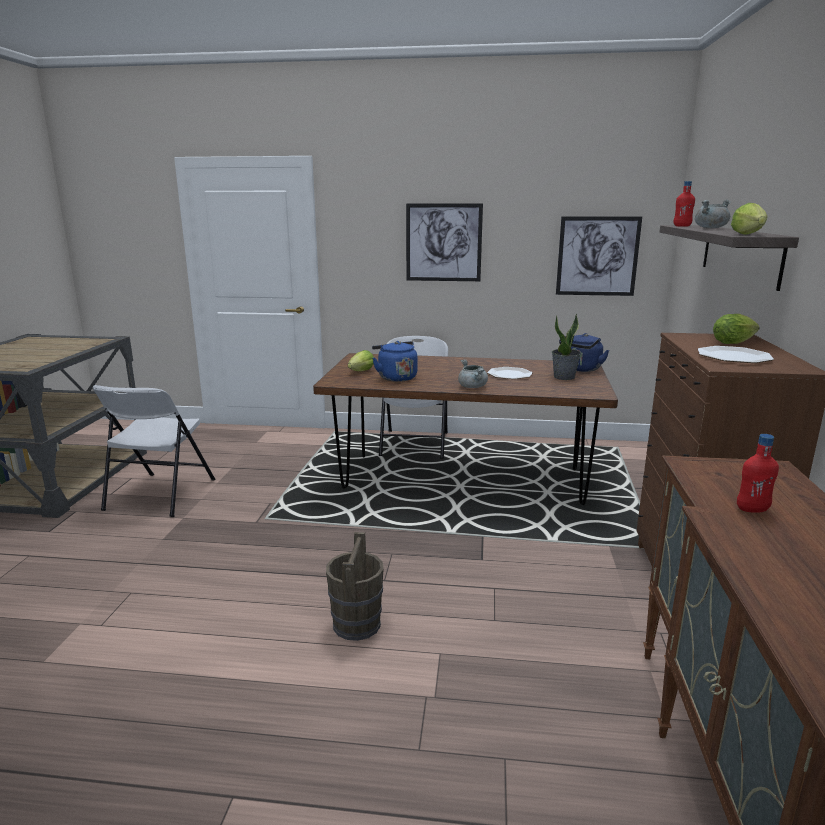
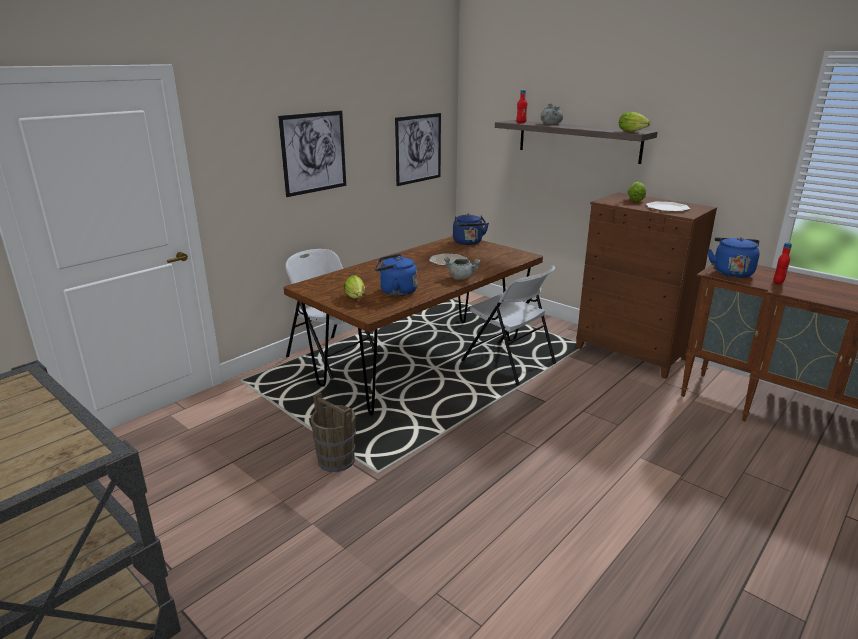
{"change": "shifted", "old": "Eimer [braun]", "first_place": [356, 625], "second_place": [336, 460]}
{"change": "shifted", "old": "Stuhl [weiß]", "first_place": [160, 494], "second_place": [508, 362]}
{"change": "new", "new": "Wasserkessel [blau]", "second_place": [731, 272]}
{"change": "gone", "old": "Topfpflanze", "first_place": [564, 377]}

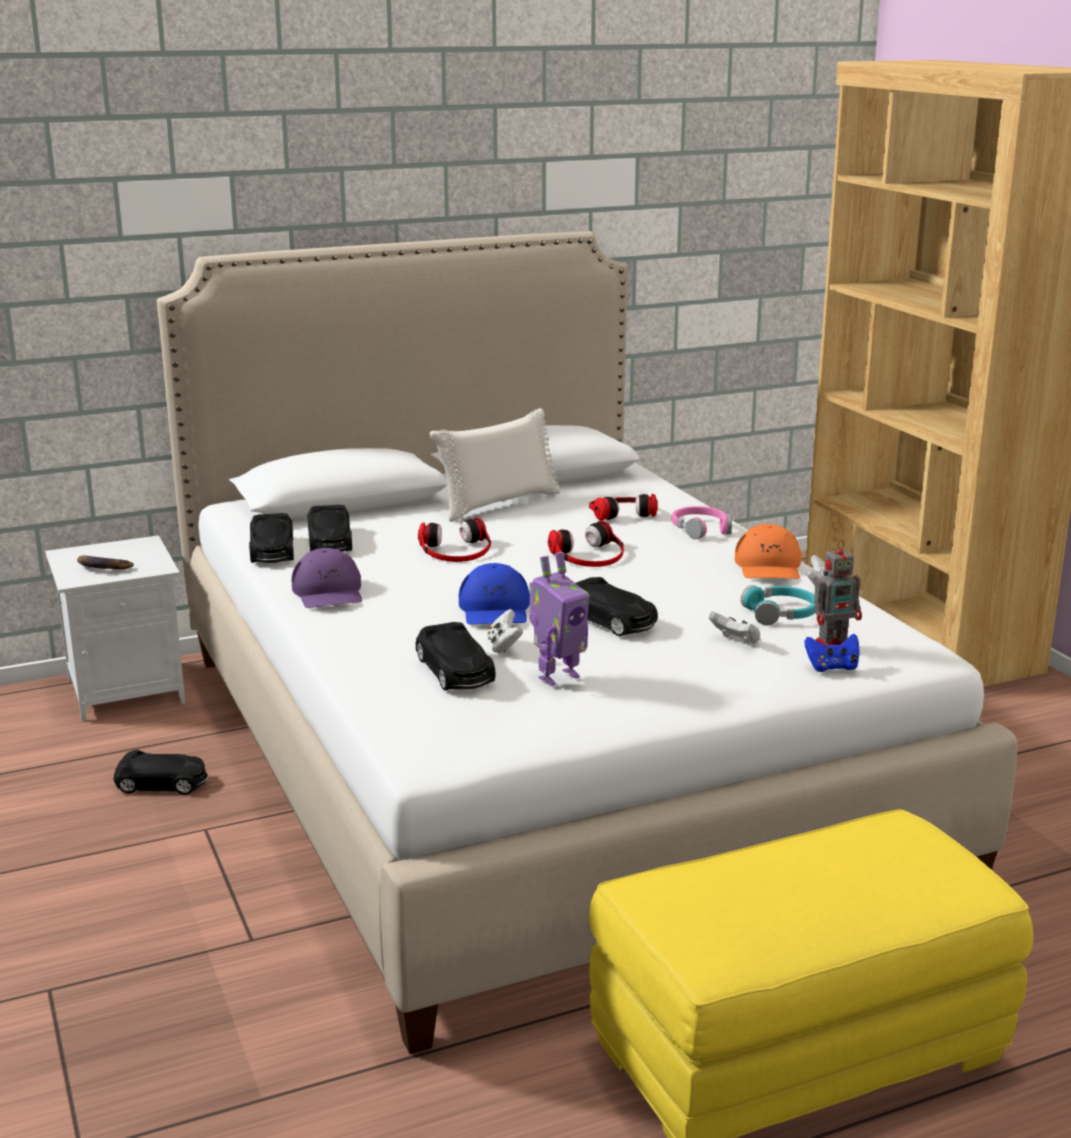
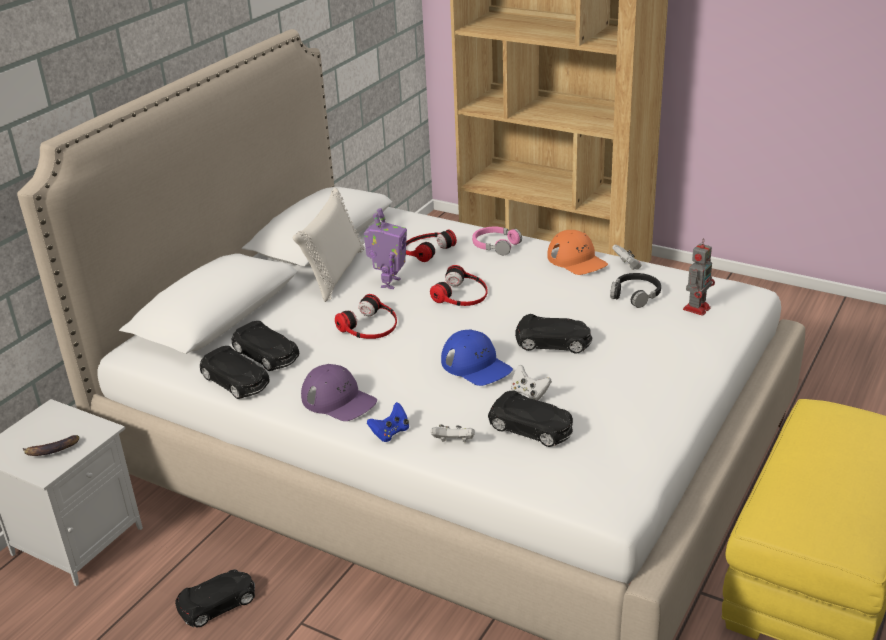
{"change": "shifted", "old": "Spielzeugroboter", "first_place": [557, 676], "second_place": [389, 283]}
{"change": "shifted", "old": "Gamepad [blau]", "first_place": [832, 667], "second_place": [390, 433]}
{"change": "shifted", "old": "Gamepad [weiß]", "first_place": [736, 641], "second_place": [453, 442]}
{"change": "repainted", "old": "Kopfhörer [türkis]", "new": "Kopfhörer [schwarz]", "first_place": [781, 614], "second_place": [635, 295]}

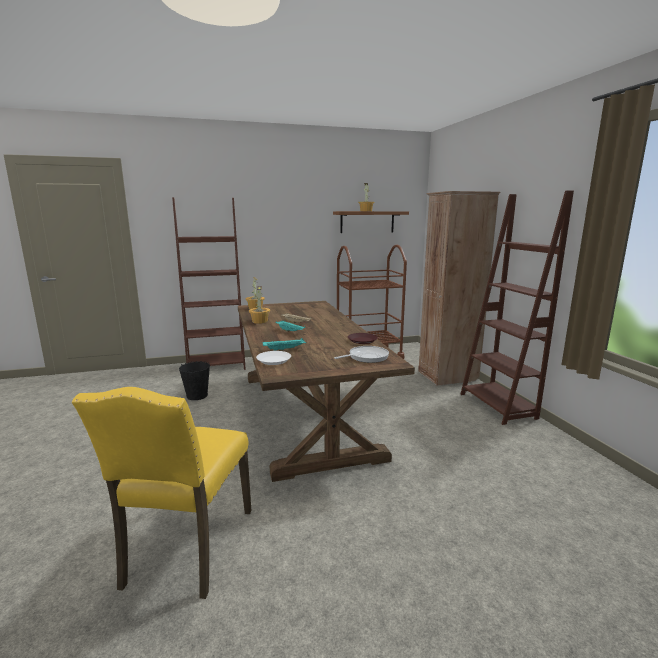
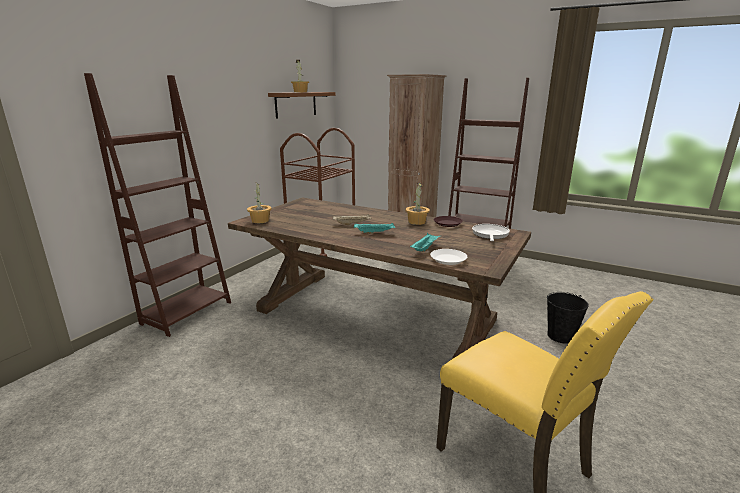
{"change": "shifted", "old": "Topfpflanze", "first_place": [260, 321], "second_place": [416, 222]}
{"change": "shifted", "old": "Eimer [schwarz]", "first_place": [197, 396], "second_place": [561, 336]}

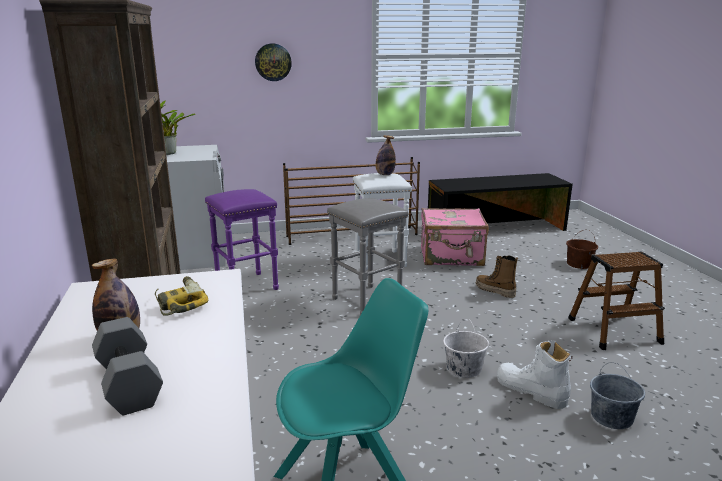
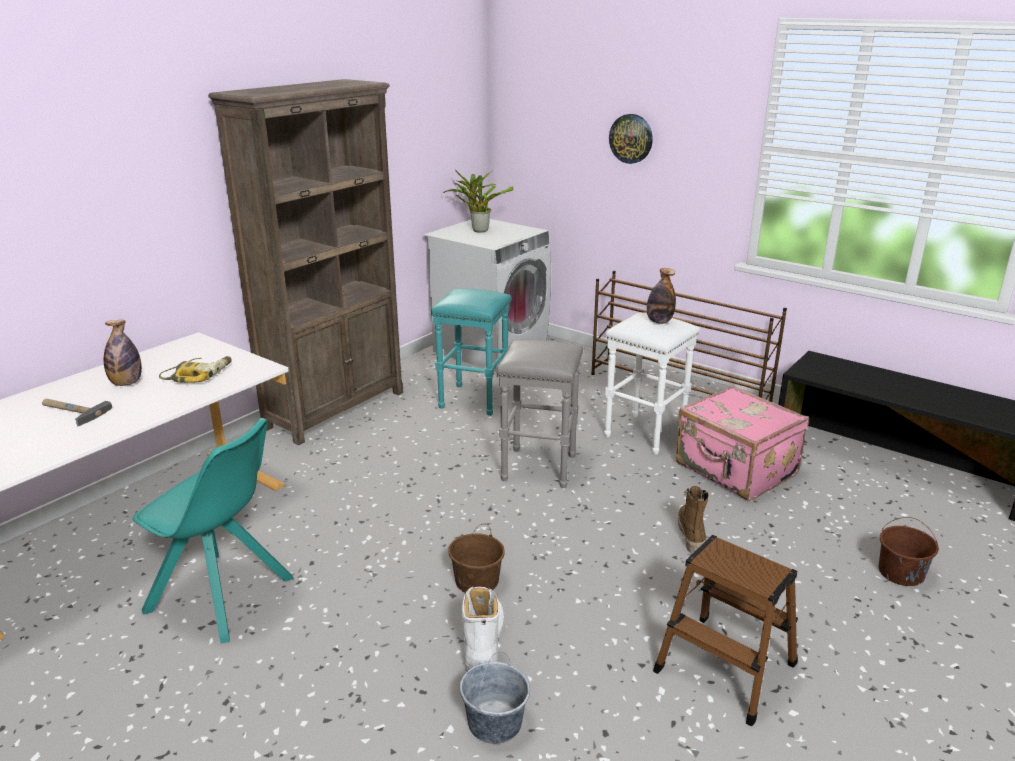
{"change": "swapped", "old": "Hantel [grau]", "new": "Hammer", "first_place": [131, 383], "second_place": [70, 412]}
{"change": "repainted", "old": "Hocker [lila]", "new": "Hocker [türkis]", "first_place": [247, 285], "second_place": [475, 399]}
{"change": "repainted", "old": "Eimer [weiß]", "new": "Eimer [braun]", "first_place": [464, 368], "second_place": [477, 581]}

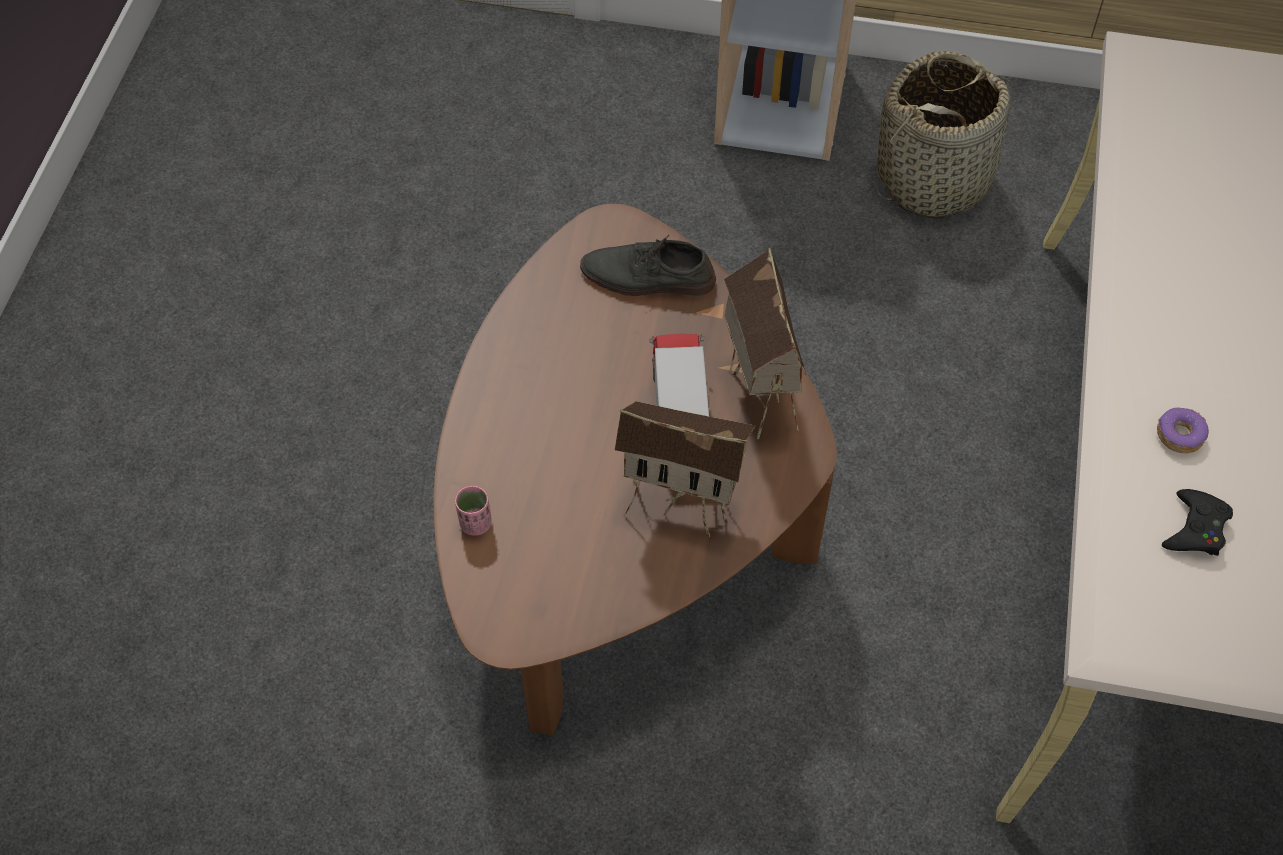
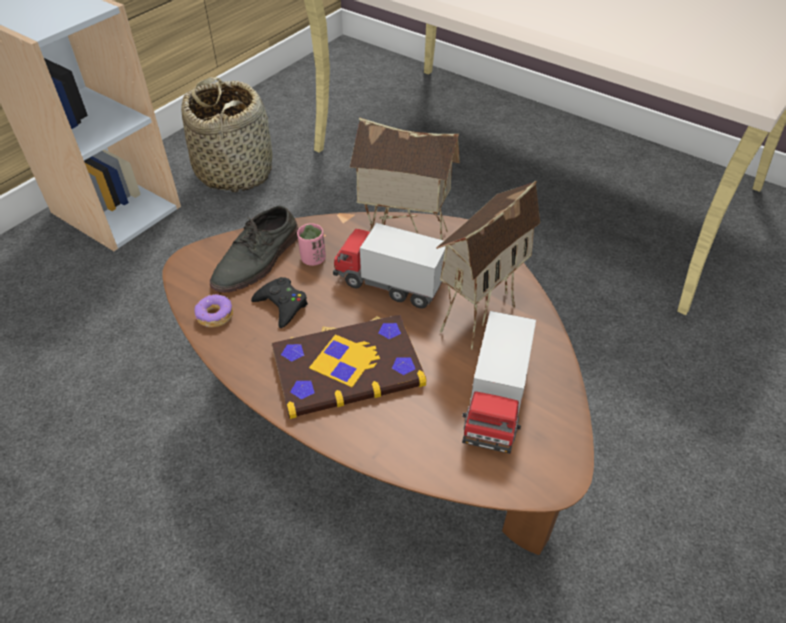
{"change": "shifted", "old": "Donut", "first_place": [1179, 435], "second_place": [214, 316]}
{"change": "shifted", "old": "Gamepad [schwarz]", "first_place": [1195, 528], "second_place": [282, 305]}
{"change": "new", "new": "Buch", "second_place": [347, 366]}
{"change": "shifted", "old": "Tasse [rosa]", "first_place": [475, 523], "second_place": [313, 259]}
{"change": "new", "new": "Spielzeuglaster", "second_place": [495, 403]}

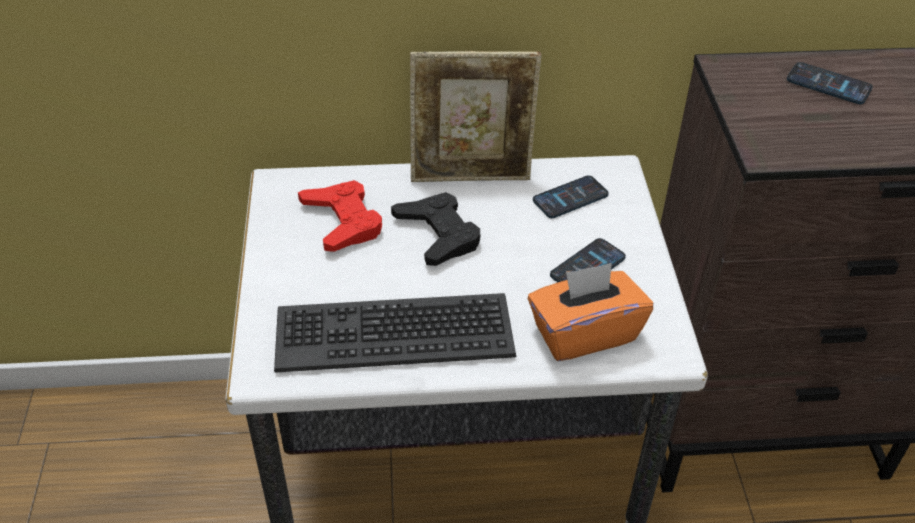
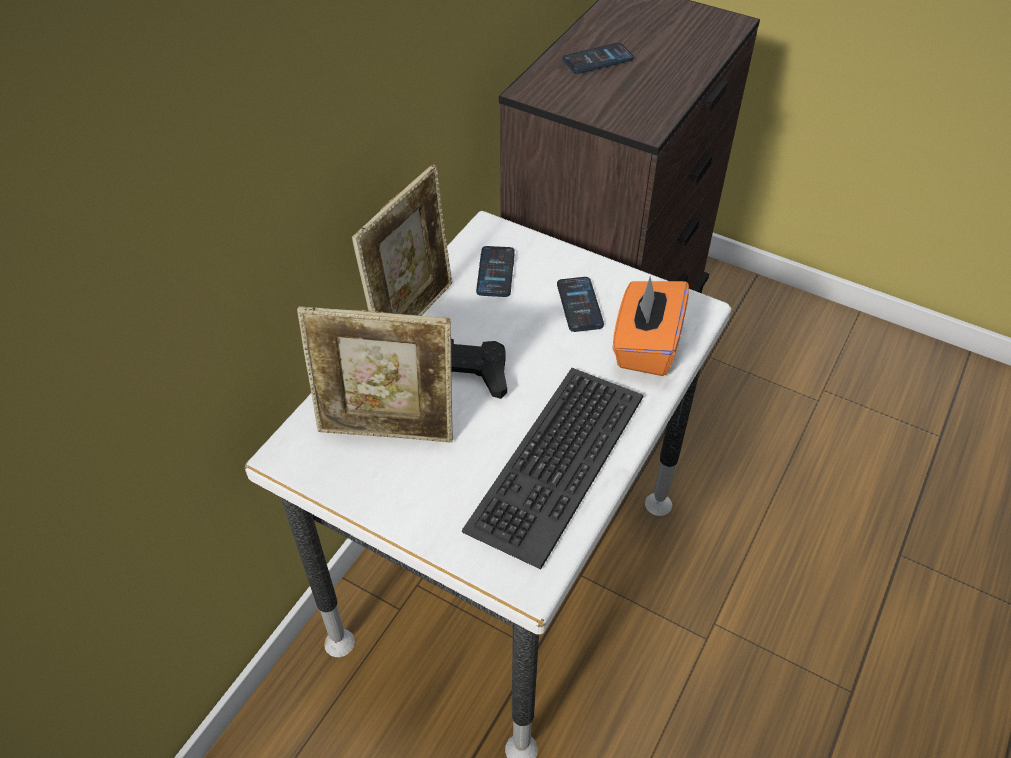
{"change": "swapped", "old": "Gamepad [rot]", "new": "Bilderrahmen", "first_place": [342, 221], "second_place": [388, 430]}

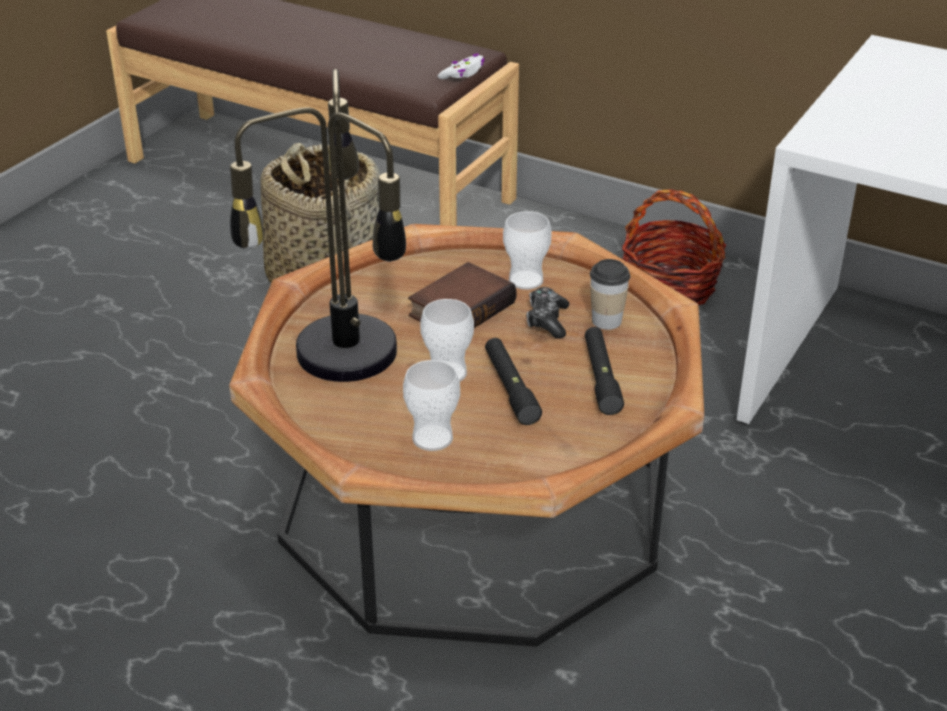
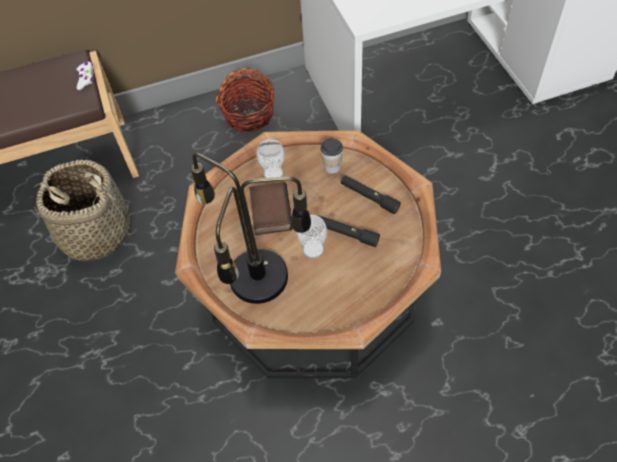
{"change": "gone", "old": "Tasse", "first_place": [432, 438]}
{"change": "gone", "old": "Gamepad", "first_place": [547, 321]}

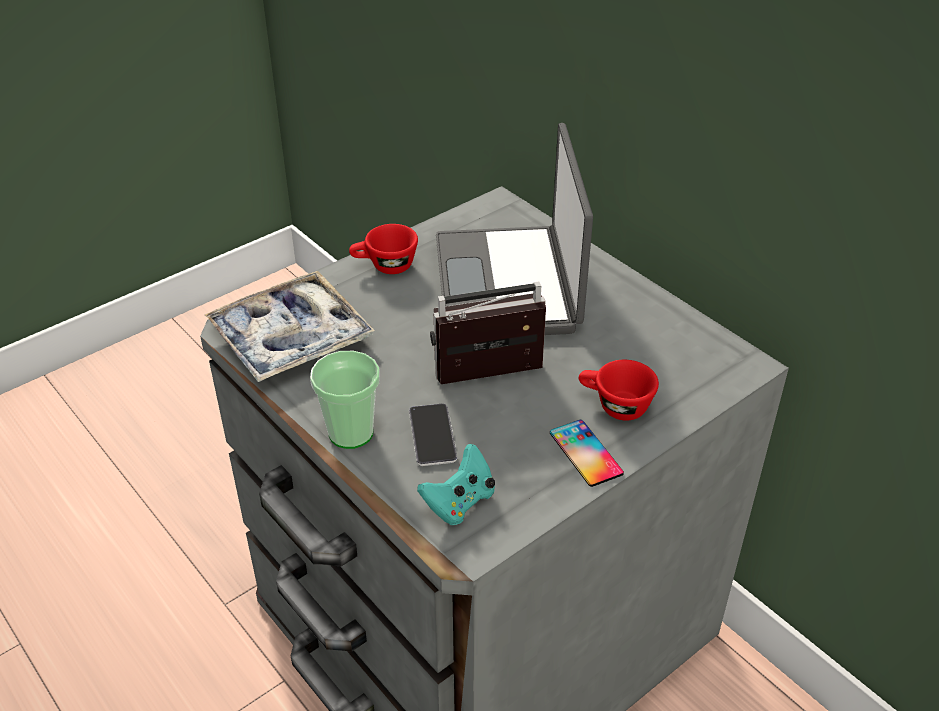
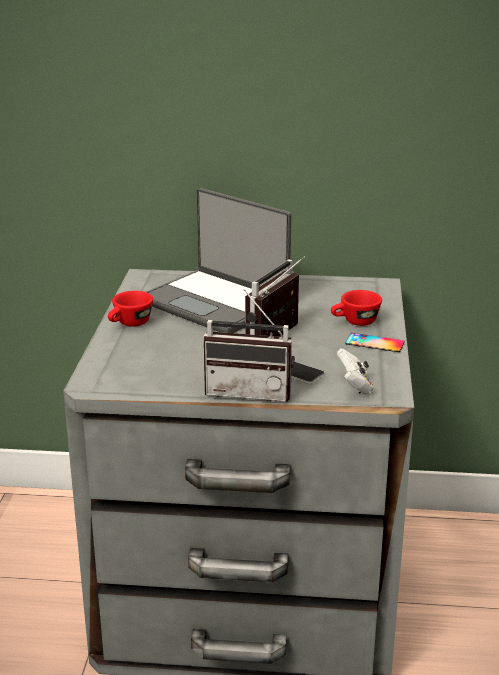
{"change": "swapped", "old": "Tasse", "new": "Radio", "first_place": [351, 433], "second_place": [250, 391]}
{"change": "repainted", "old": "Gamepad [türkis]", "new": "Gamepad [weiß]", "first_place": [459, 502], "second_place": [355, 386]}
{"change": "gone", "old": "Tablett", "first_place": [291, 338]}

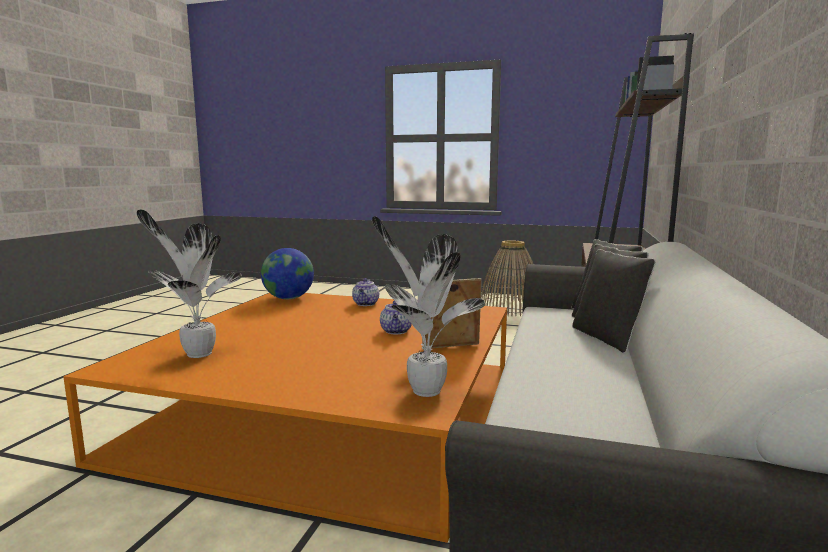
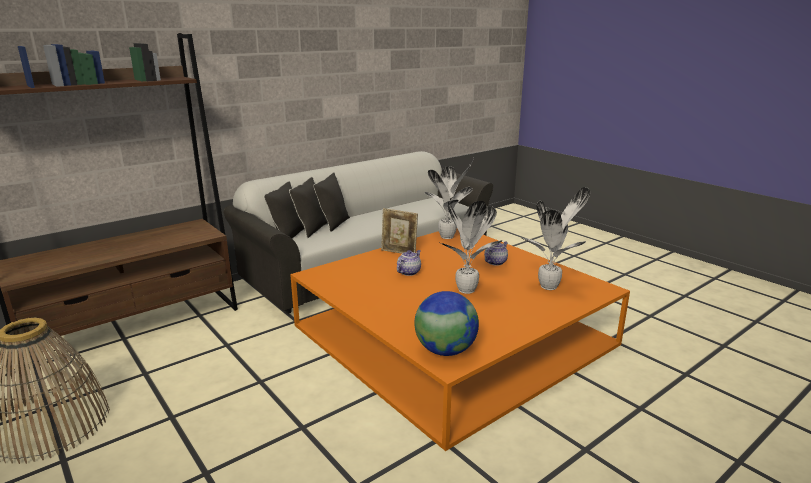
{"change": "new", "new": "Topfpflanze", "second_place": [466, 291]}
{"change": "shifted", "old": "Teekanne", "first_place": [366, 304], "second_place": [495, 262]}

